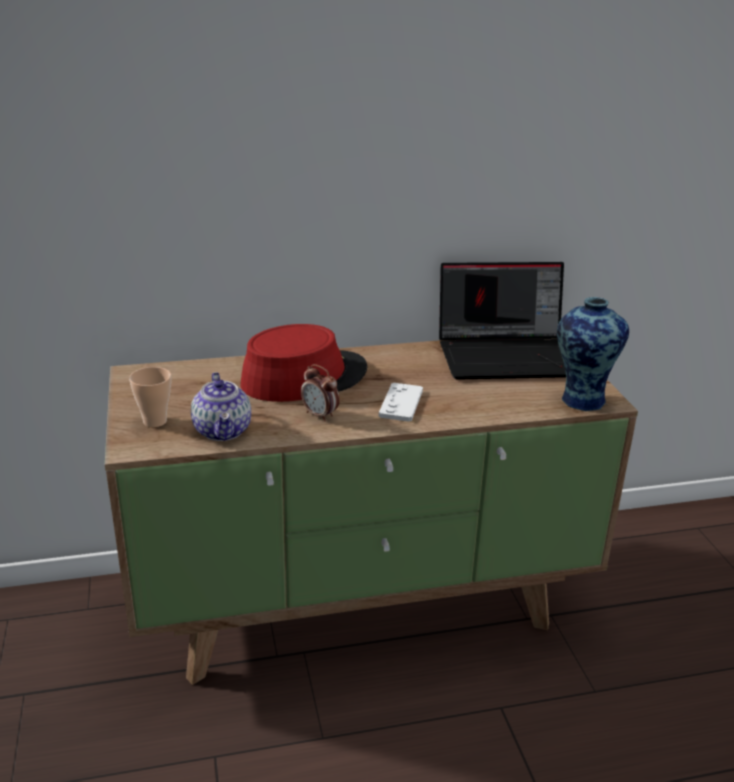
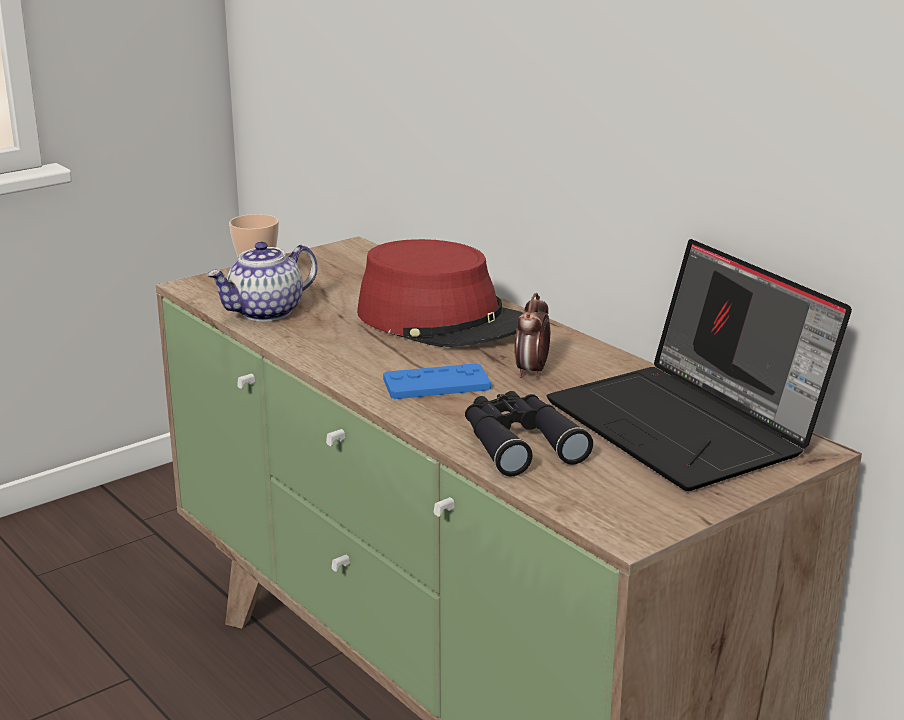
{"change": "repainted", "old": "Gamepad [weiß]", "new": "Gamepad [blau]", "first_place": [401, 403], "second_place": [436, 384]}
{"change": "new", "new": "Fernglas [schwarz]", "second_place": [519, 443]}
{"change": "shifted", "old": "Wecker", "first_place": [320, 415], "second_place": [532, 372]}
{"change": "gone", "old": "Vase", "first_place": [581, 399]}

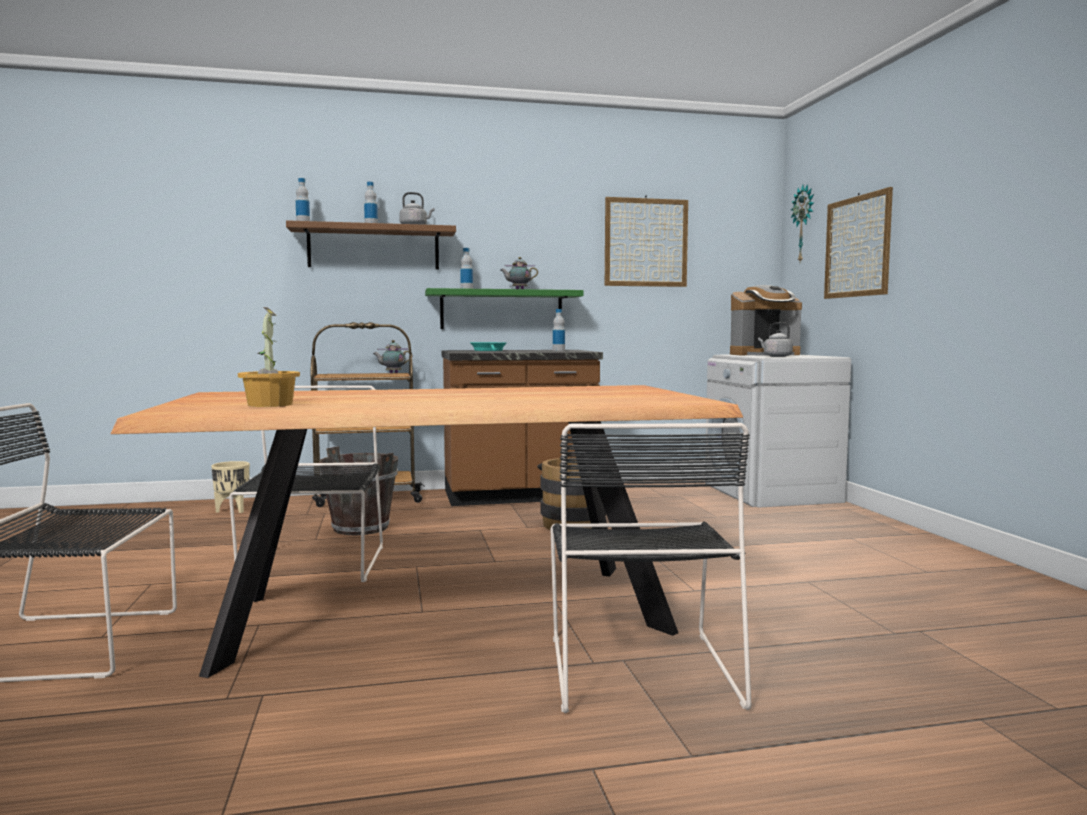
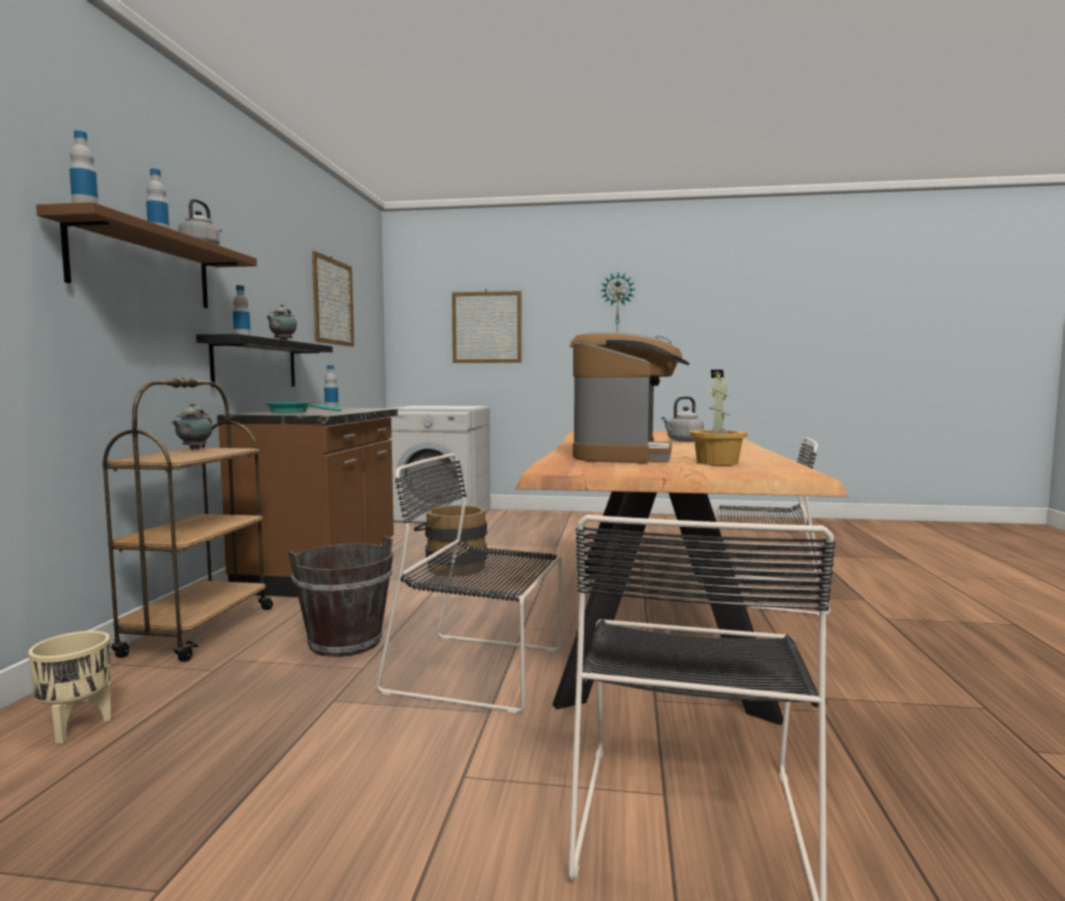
{"change": "repainted", "old": "Wandregal [grün]", "new": "Wandregal [schwarz]", "first_place": [501, 310], "second_place": [255, 364]}
{"change": "shifted", "old": "Kaffeemaschine", "first_place": [764, 354], "second_place": [624, 456]}
{"change": "shifted", "old": "Wanduhr", "first_place": [804, 224], "second_place": [617, 304]}
{"change": "shifted", "old": "Wasserkessel [grau]", "first_place": [776, 356], "second_place": [683, 441]}

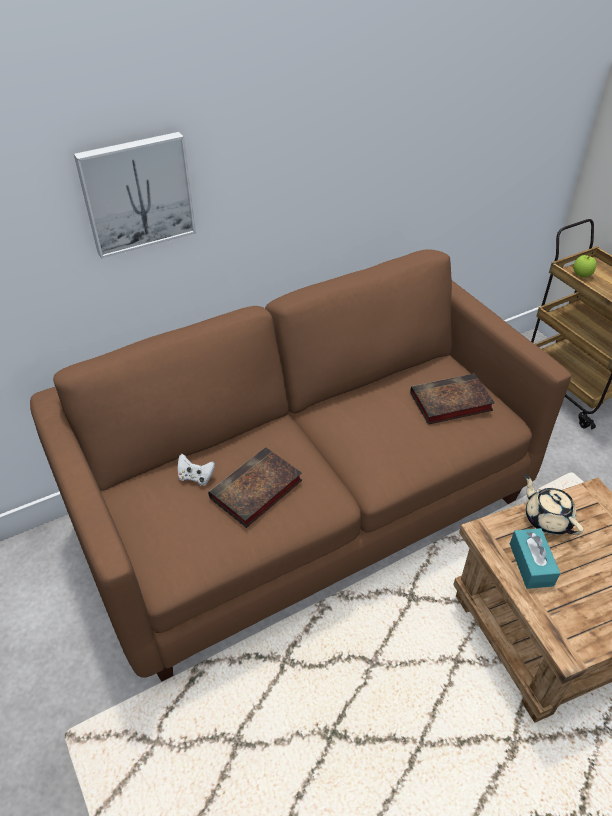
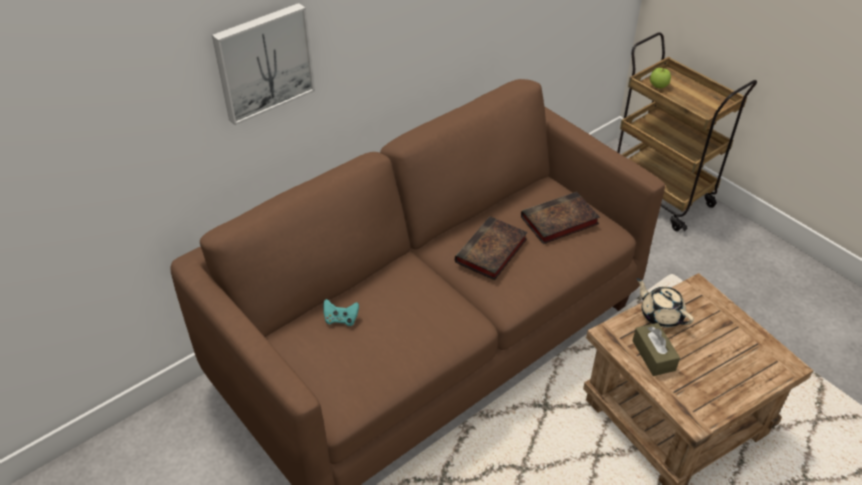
{"change": "repainted", "old": "Gamepad [weiß]", "new": "Gamepad [türkis]", "first_place": [196, 477], "second_place": [341, 319]}
{"change": "shifted", "old": "Buch", "first_place": [255, 491], "second_place": [491, 252]}
{"change": "repainted", "old": "Taschentuchbox [türkis]", "new": "Taschentuchbox [braun]", "first_place": [531, 564], "second_place": [653, 355]}

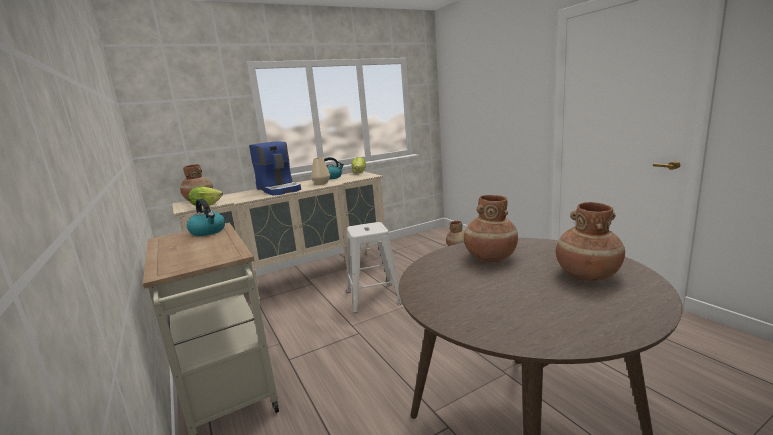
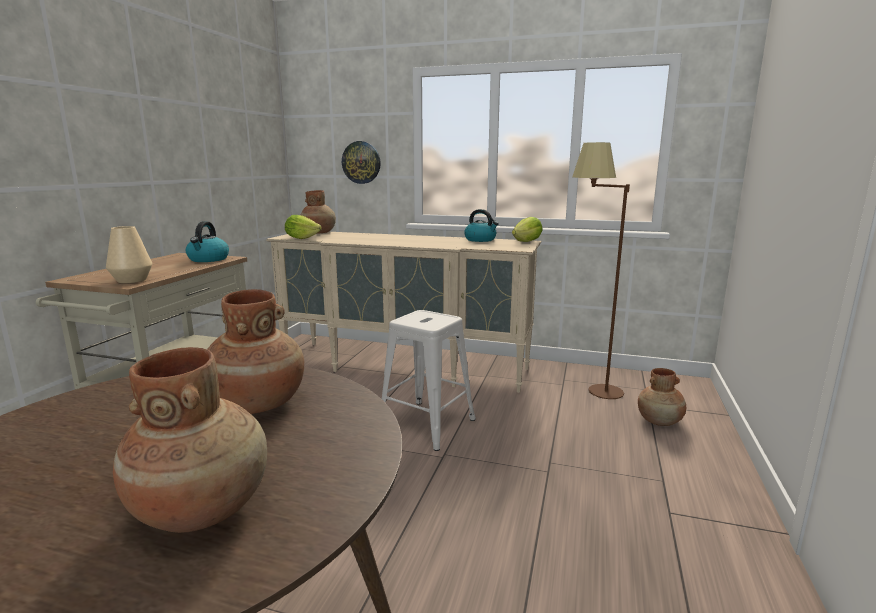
{"change": "shifted", "old": "Vase [beige]", "first_place": [321, 183], "second_place": [131, 280]}
{"change": "new", "new": "Wanduhr", "second_place": [361, 162]}
{"change": "new", "new": "Stehlampe [braun]", "second_place": [590, 391]}
{"change": "gone", "old": "Kaffeemaschine", "first_place": [279, 189]}

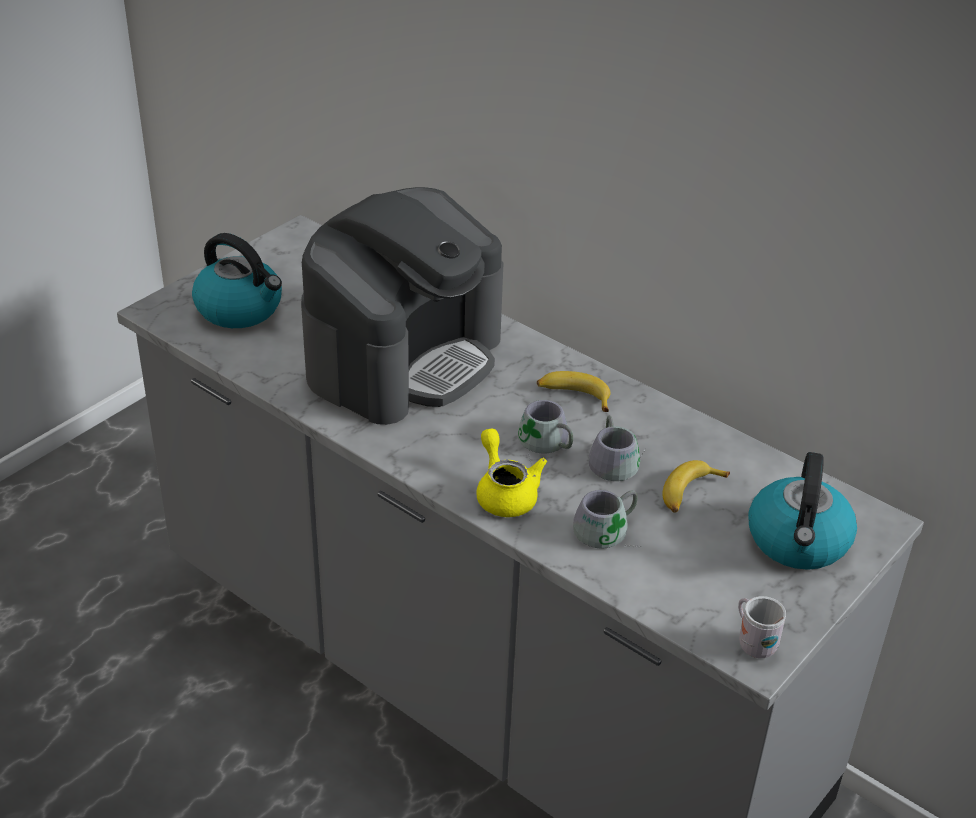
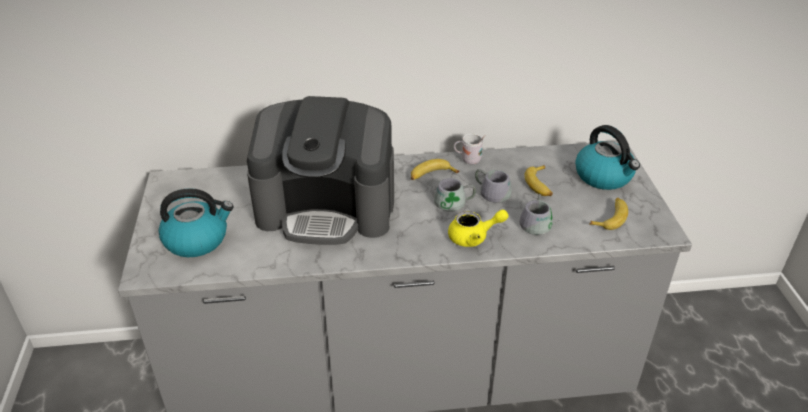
{"change": "rotated", "old": "Kaffeemaschine", "first_place": [404, 358], "second_place": [327, 208], "degrees": 105}
{"change": "rotated", "old": "Teekanne [gelb]", "first_place": [505, 493], "second_place": [473, 237], "degrees": 150}
{"change": "shifted", "old": "Henkelbecher [weiß]", "first_place": [753, 642], "second_place": [468, 160]}
{"change": "new", "new": "Banane", "second_place": [610, 217]}

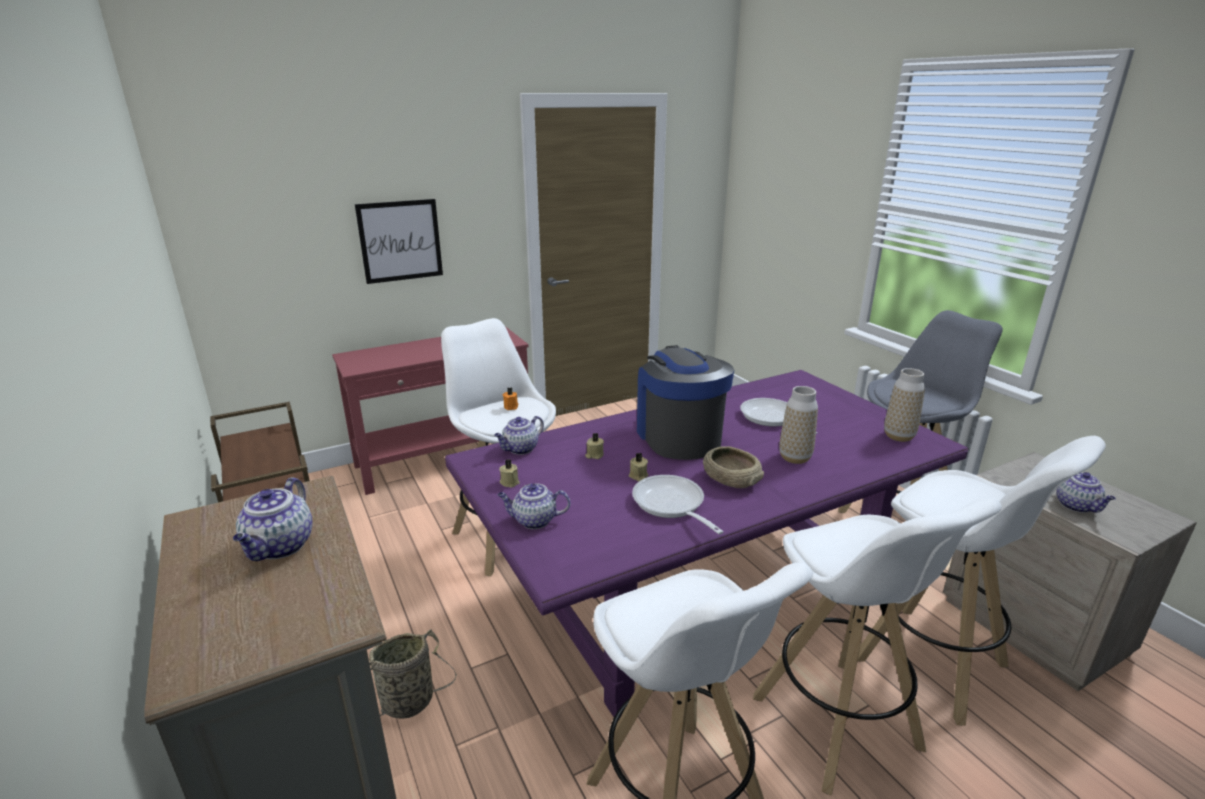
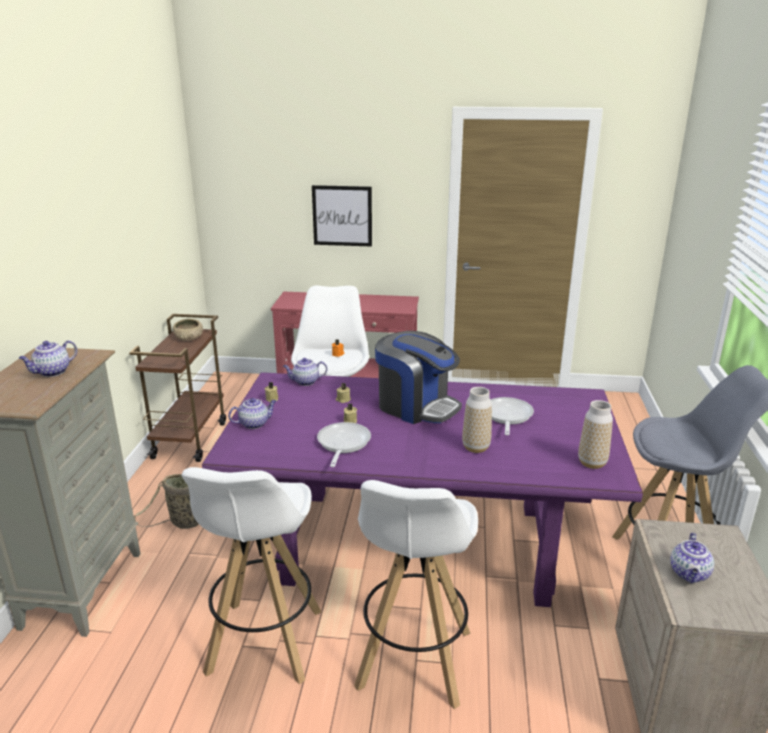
{"change": "shifted", "old": "Schüssel [beige]", "first_place": [731, 478], "second_place": [189, 337]}
{"change": "rotated", "old": "Teekanne", "first_place": [534, 521], "second_place": [254, 424], "degrees": 120}
{"change": "rotated", "old": "Kaffeemaschine", "first_place": [678, 436], "second_place": [416, 406], "degrees": 105}
{"change": "gone", "old": "Hocker [weiß]", "first_place": [934, 665]}

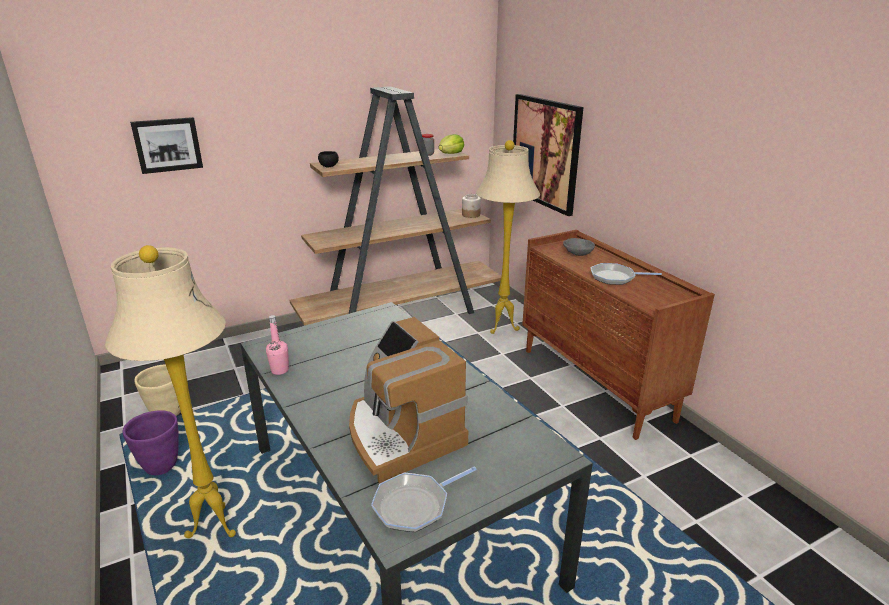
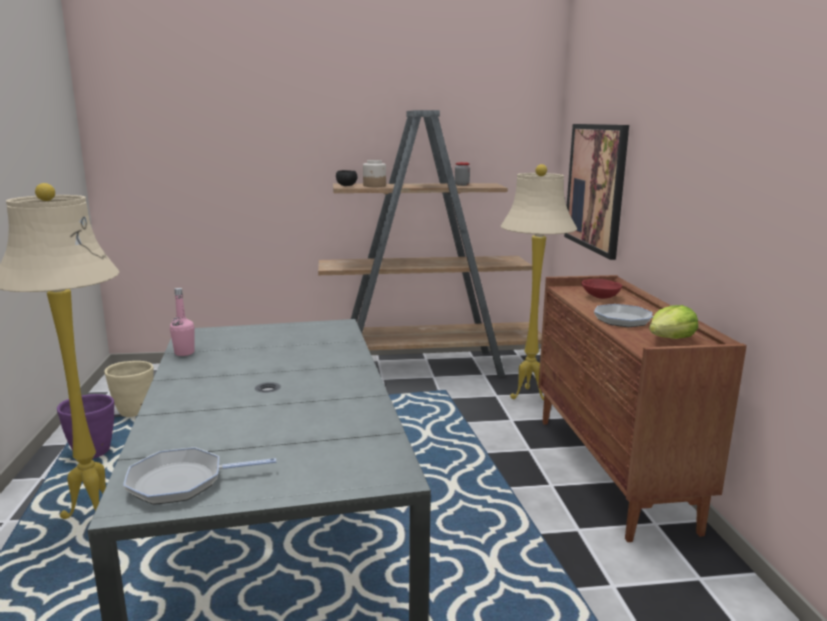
{"change": "shifted", "old": "Vorratsglas", "first_place": [471, 215], "second_place": [374, 186]}
{"change": "repainted", "old": "Schüssel [grau]", "new": "Schüssel [rot]", "first_place": [577, 254], "second_place": [599, 297]}
{"change": "shifted", "old": "Salatkopf", "first_place": [451, 154], "second_place": [671, 339]}
{"change": "gone", "old": "Bild", "first_place": [167, 145]}
{"change": "gone", "old": "Kaffeemaschine", "first_place": [401, 434]}

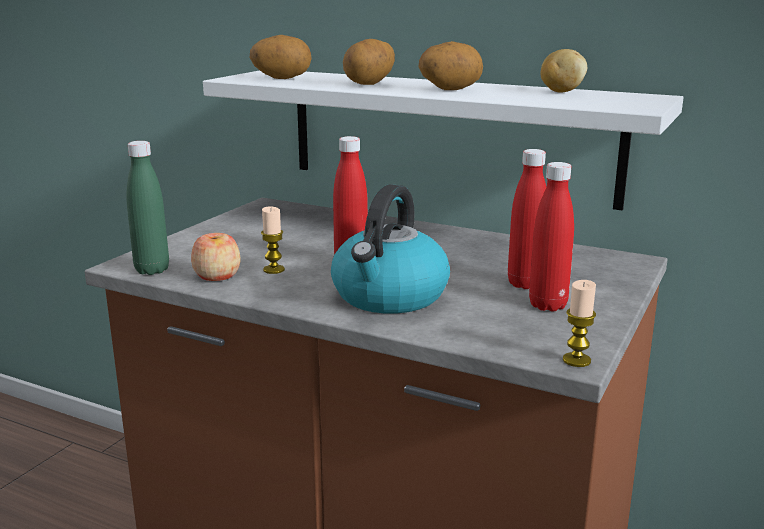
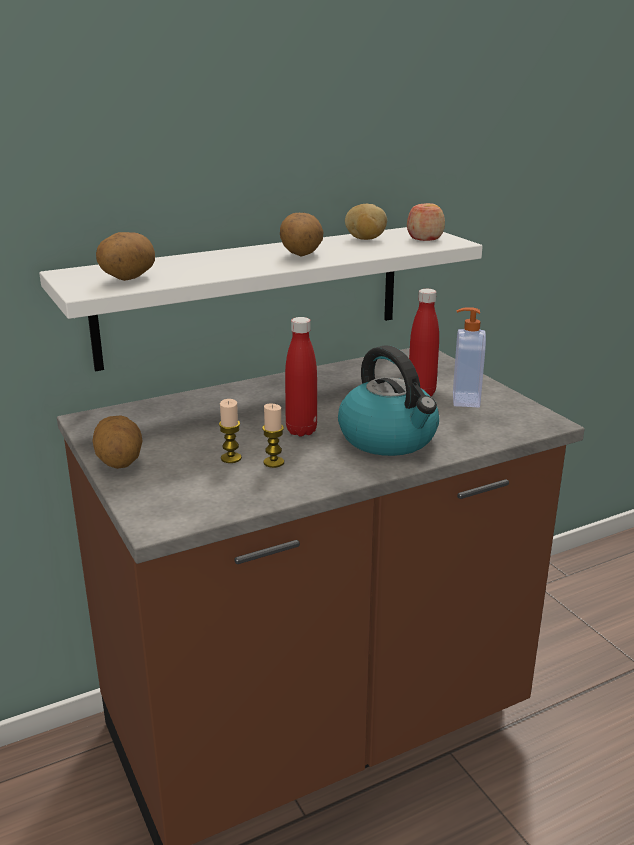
{"change": "shifted", "old": "Kartoffel", "first_place": [370, 84], "second_place": [120, 462]}
{"change": "shifted", "old": "Kerze", "first_place": [576, 360], "second_place": [231, 458]}
{"change": "shifted", "old": "Apfel", "first_place": [217, 276], "second_place": [425, 238]}
{"change": "swapped", "old": "Flasche [rot]", "new": "Seifenspender", "first_place": [548, 305], "second_place": [464, 400]}
{"change": "gone", "old": "Flasche [grün]", "first_place": [152, 270]}

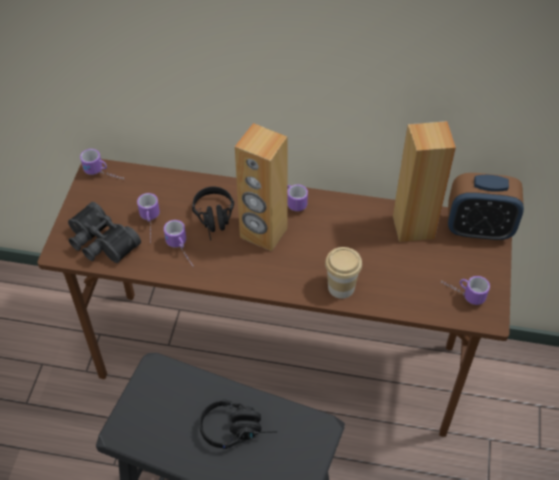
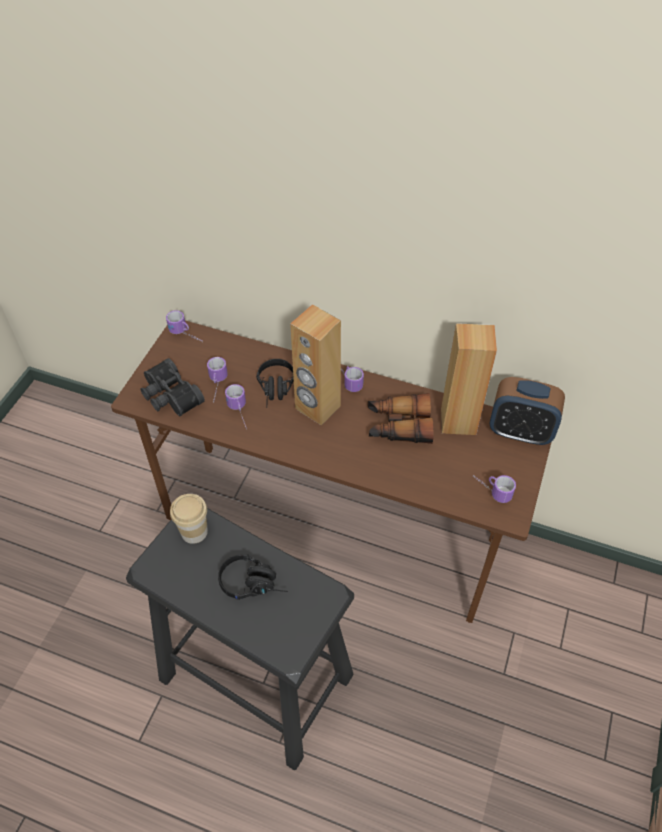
{"change": "shifted", "old": "Tasse", "first_place": [341, 287], "second_place": [194, 531]}
{"change": "new", "new": "Fernglas", "second_place": [398, 426]}

